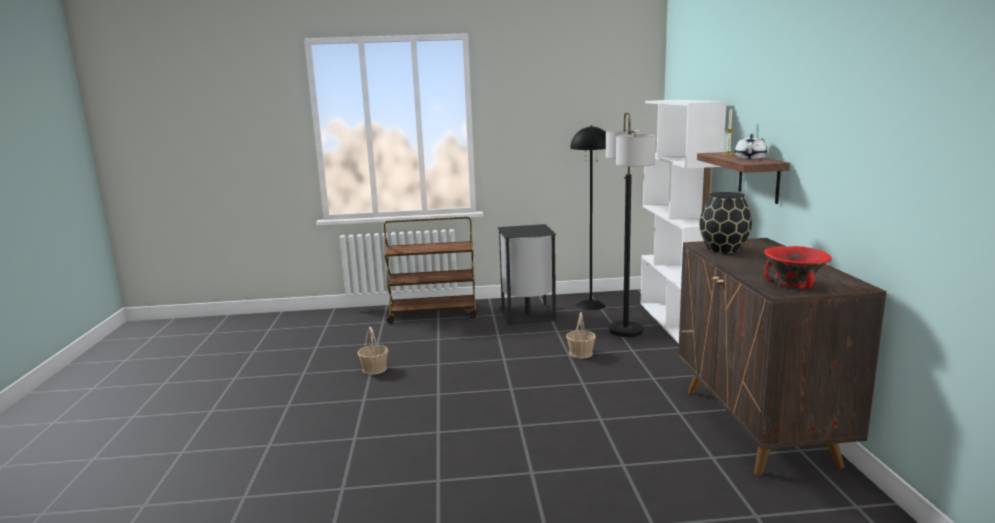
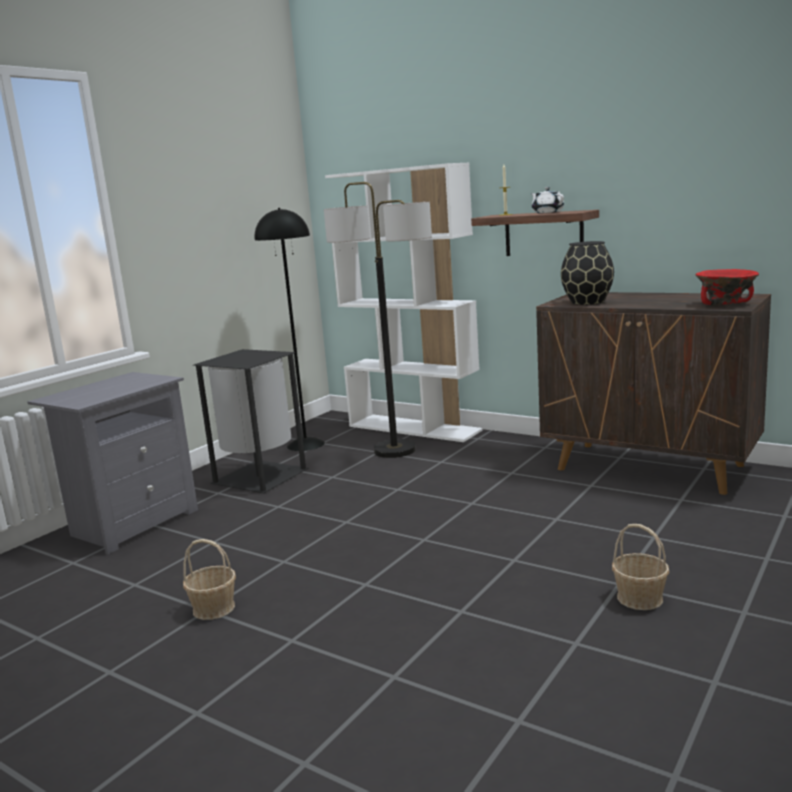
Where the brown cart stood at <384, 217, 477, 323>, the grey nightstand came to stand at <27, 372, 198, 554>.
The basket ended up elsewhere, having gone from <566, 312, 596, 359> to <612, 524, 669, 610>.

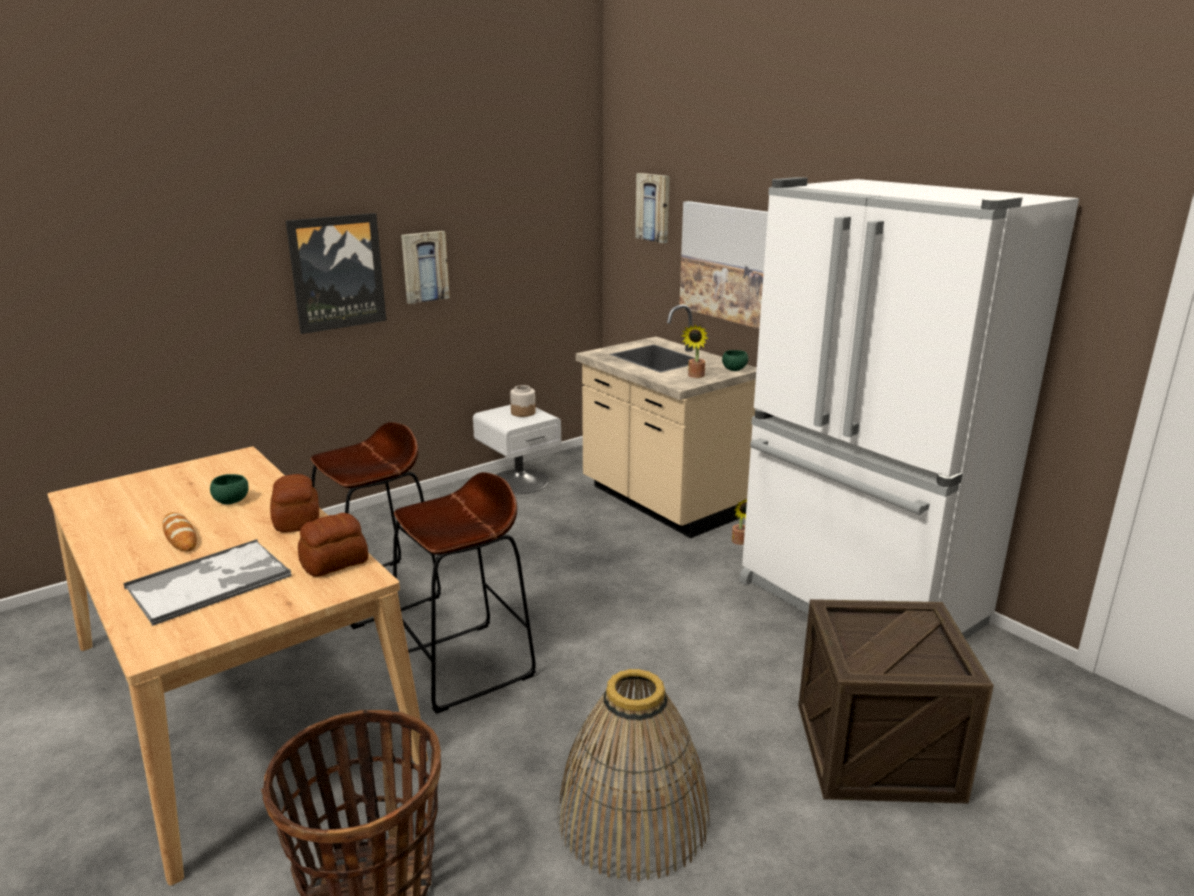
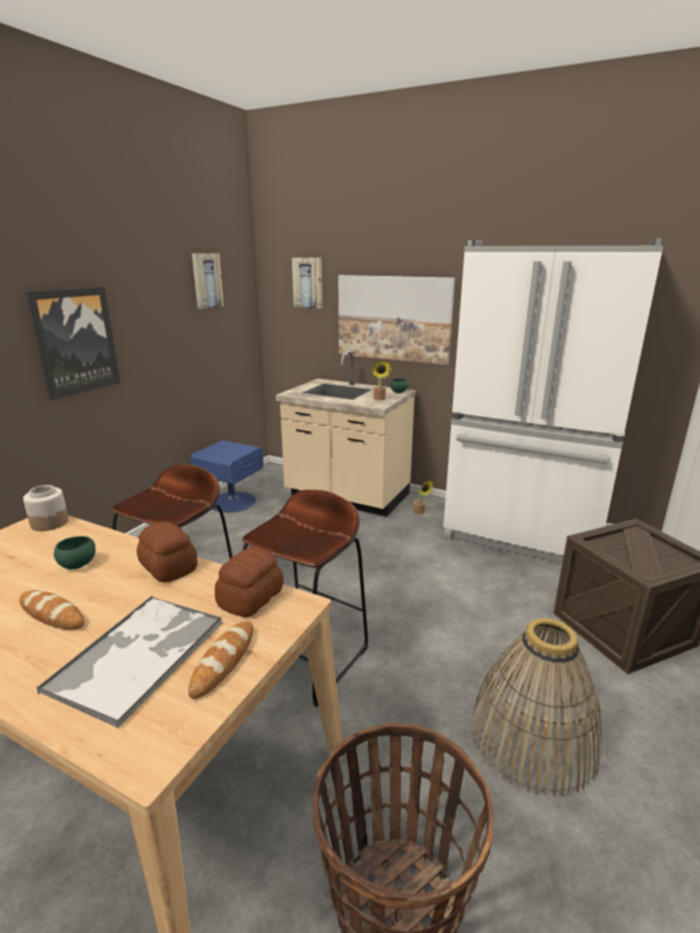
The picture ended up elsewhere, having gone from <401, 231, 450, 304> to <192, 253, 224, 309>.
The jar ended up elsewhere, having gone from <510, 385, 536, 417> to <23, 485, 69, 531>.
What was the white nightstand at <473, 405, 561, 494> turned into the blue nightstand at <191, 440, 264, 513>.
The second view gained the bread at <188, 621, 253, 699>.

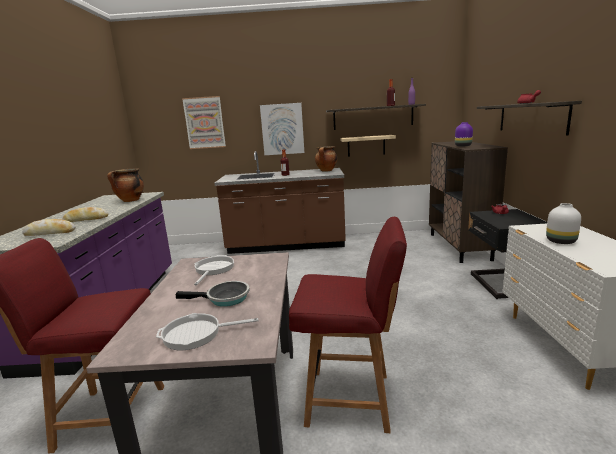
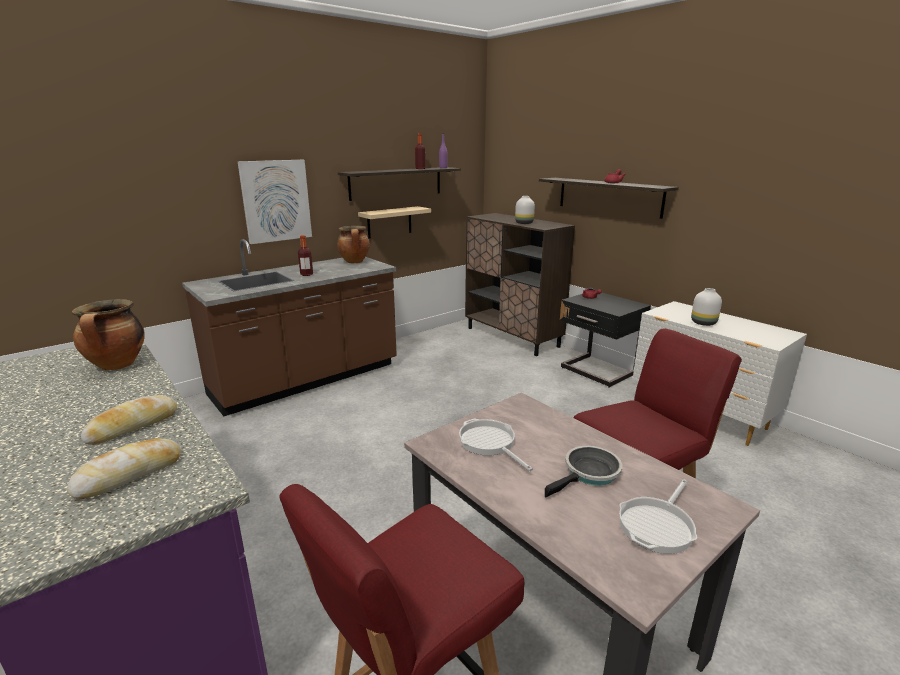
The second view lost the picture at <182, 96, 226, 149>.
What was the purple vase at <455, 122, 473, 147> turned into the white vase at <515, 196, 535, 224>.

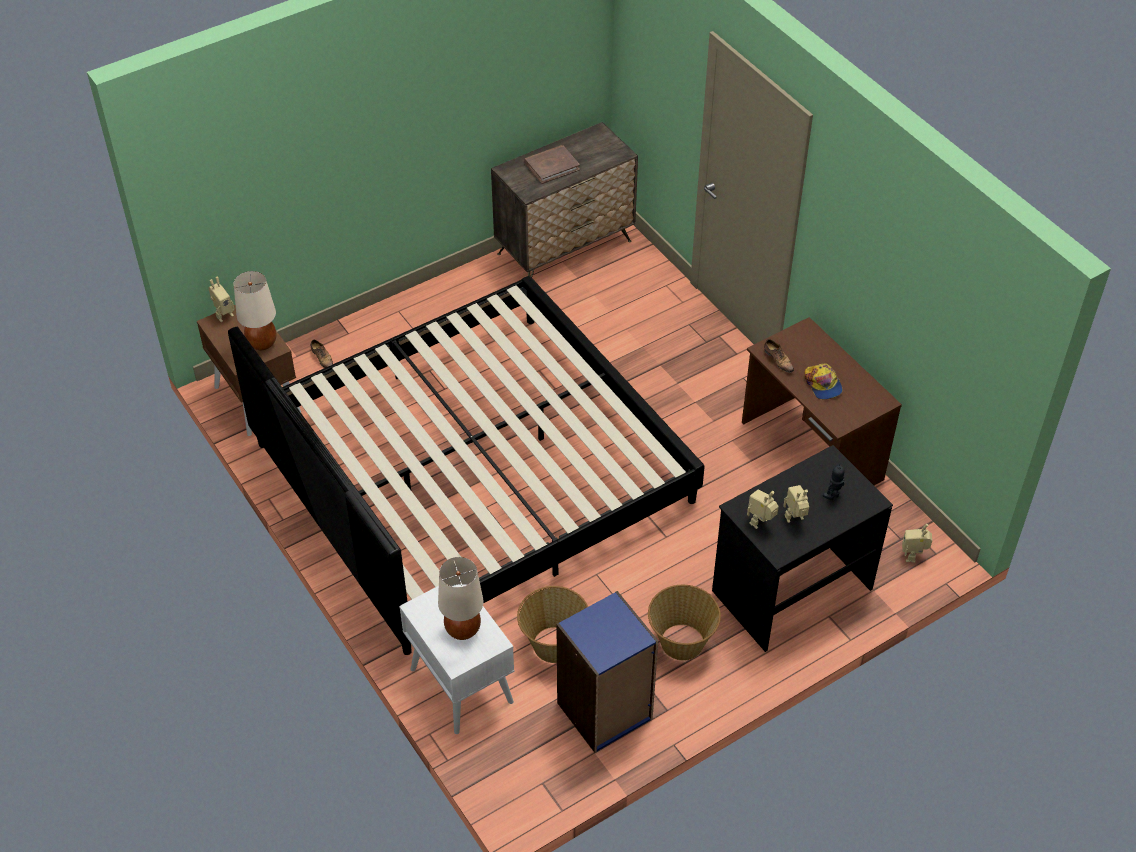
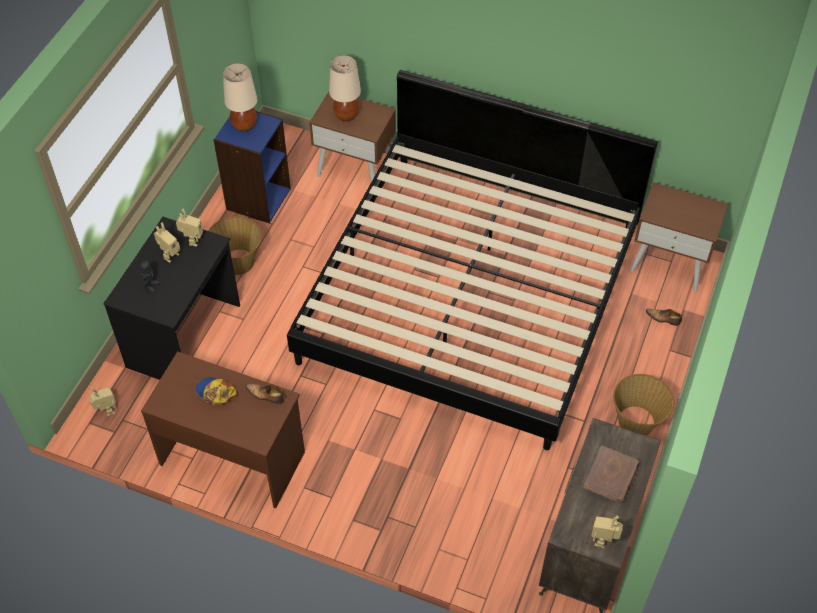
The beige table lamp ended up elsewhere, having gone from <234, 271, 277, 351> to <223, 63, 257, 131>.
The toy robot ended up elsewhere, having gone from <208, 277, 234, 322> to <591, 516, 623, 548>.
What was the white nightstand at <399, 584, 514, 734> turned into the brown nightstand at <309, 92, 396, 182>.
The basket ended up elsewhere, having gone from <517, 586, 588, 663> to <613, 374, 674, 435>.

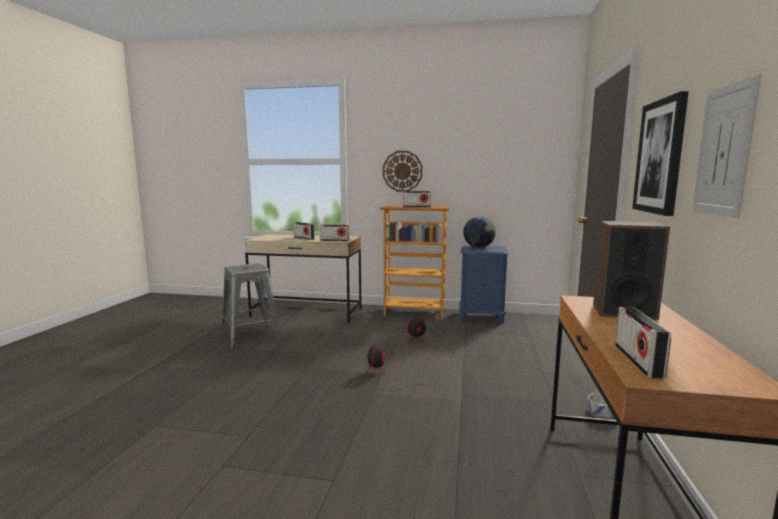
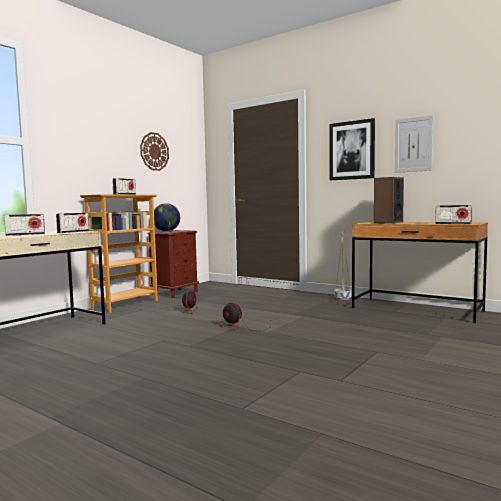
The wall clock ended up elsewhere, having gone from <383, 151, 423, 192> to <140, 132, 169, 171>.
What was the blue nightstand at <459, 246, 509, 324> turned into the brown nightstand at <148, 230, 199, 298>.
The second view lost the grey stool at <221, 263, 281, 349>.

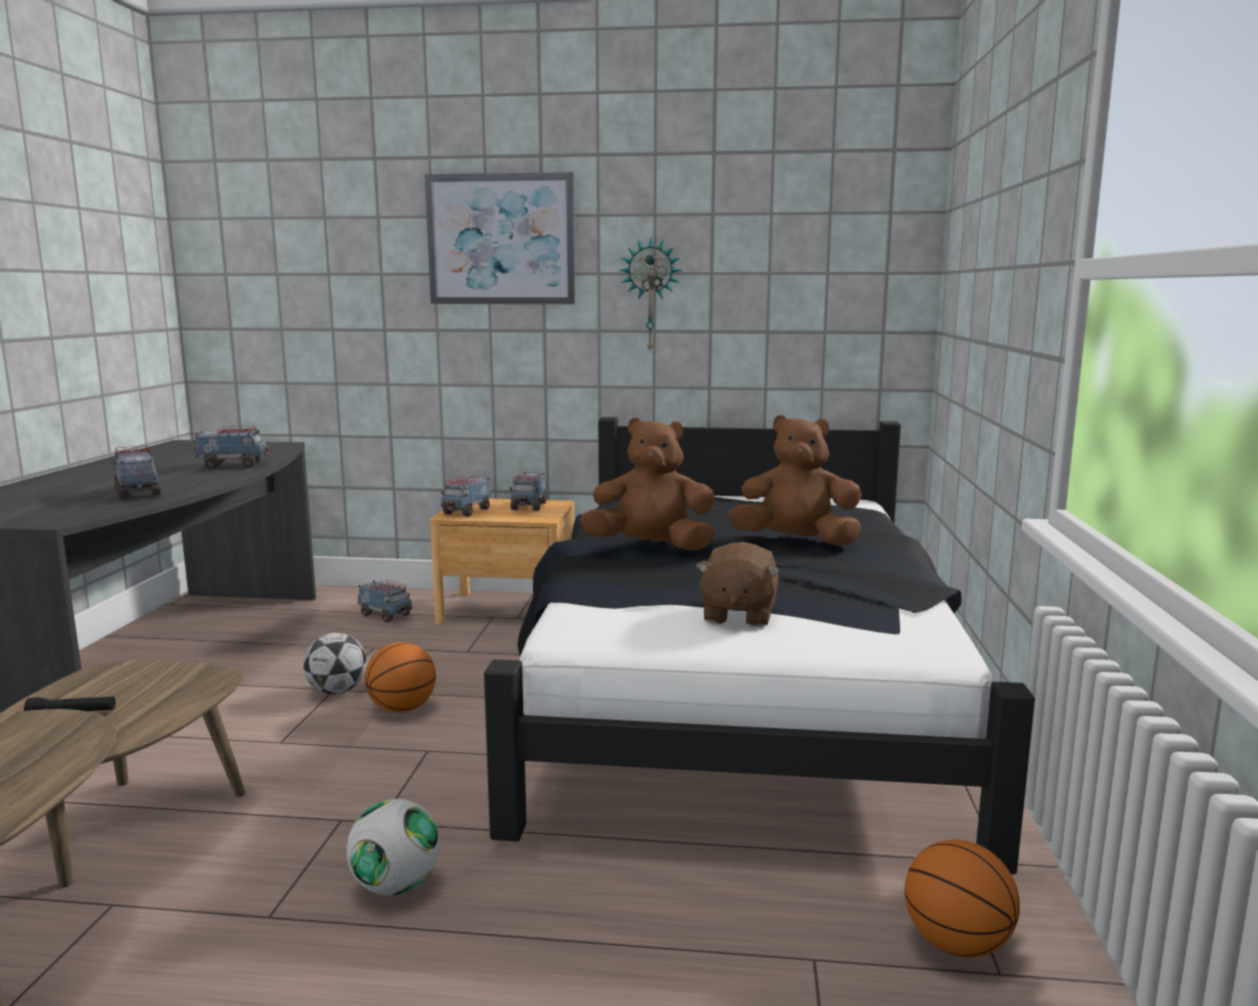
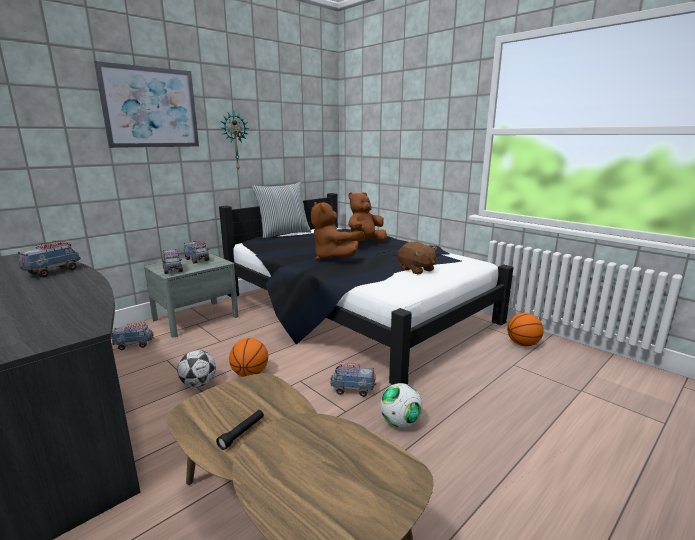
The brown plush toy at <580, 417, 715, 551> ended up facing another way, 75 degrees counterclockwise from before.
The toy truck ended up elsewhere, having gone from <111, 445, 161, 499> to <331, 363, 376, 397>.
What was the brown nightstand at <430, 499, 575, 624> turned into the grey nightstand at <144, 253, 239, 337>.
The second view gained the pillow at <252, 182, 311, 238>.

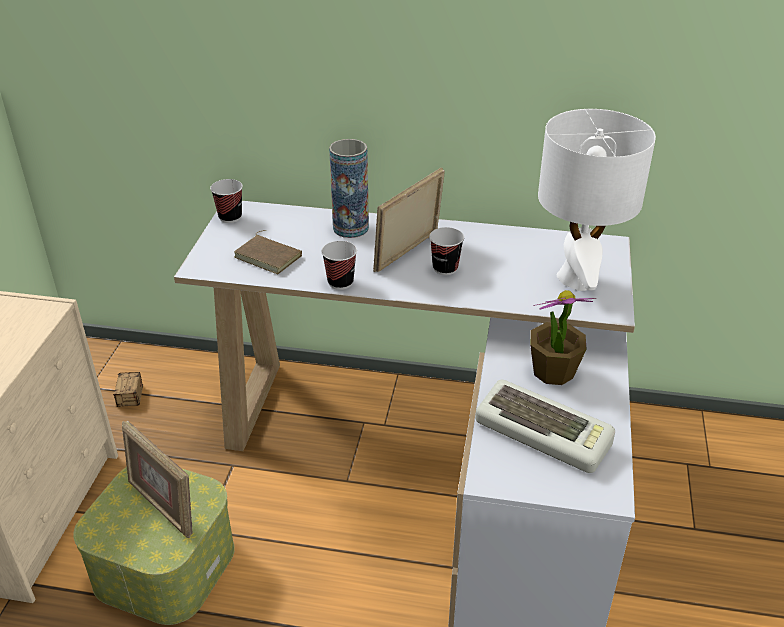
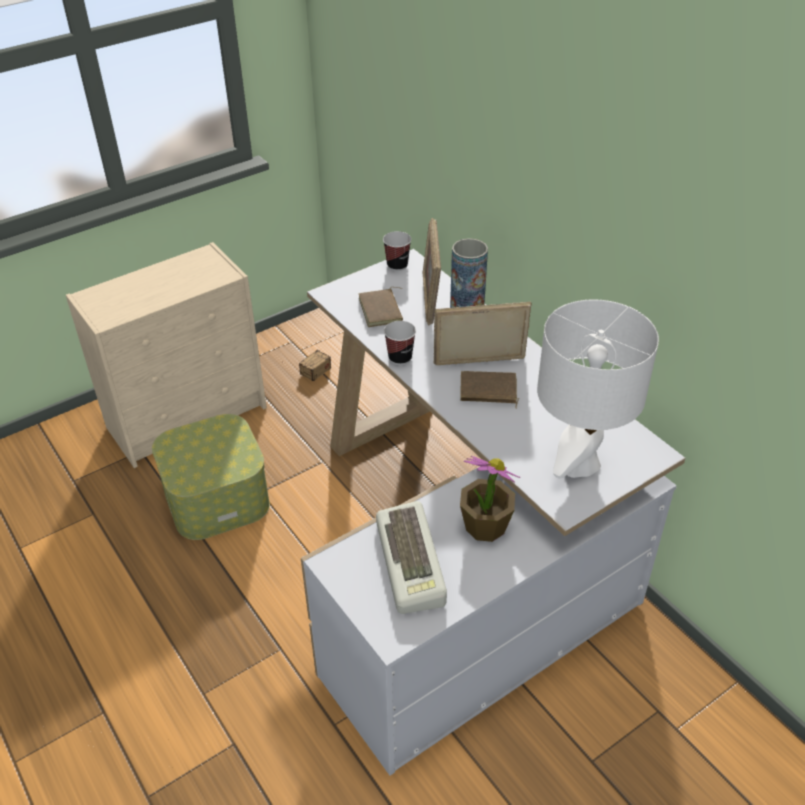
Where the cup stood at <429, 227, 464, 275>, the brown book came to stand at <460, 371, 519, 409>.
The picture frame ended up elsewhere, having gone from <122, 421, 193, 538> to <423, 218, 441, 325>.

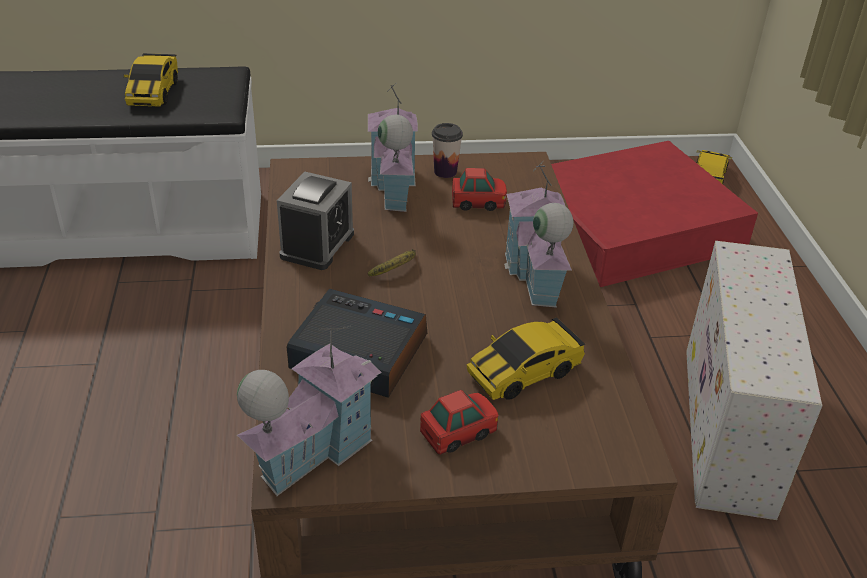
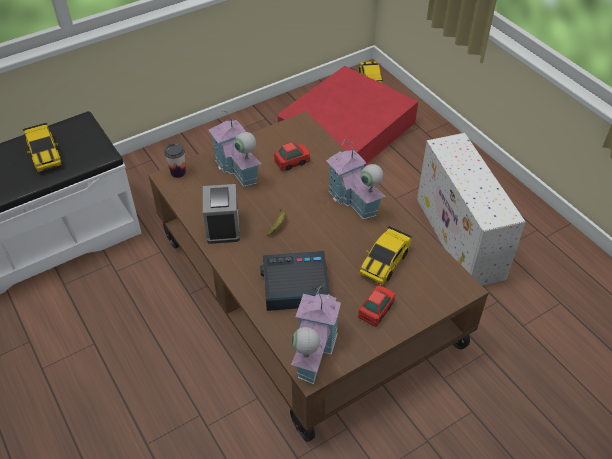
The cup ended up elsewhere, having gone from <432, 123, 463, 178> to <164, 143, 186, 178>.

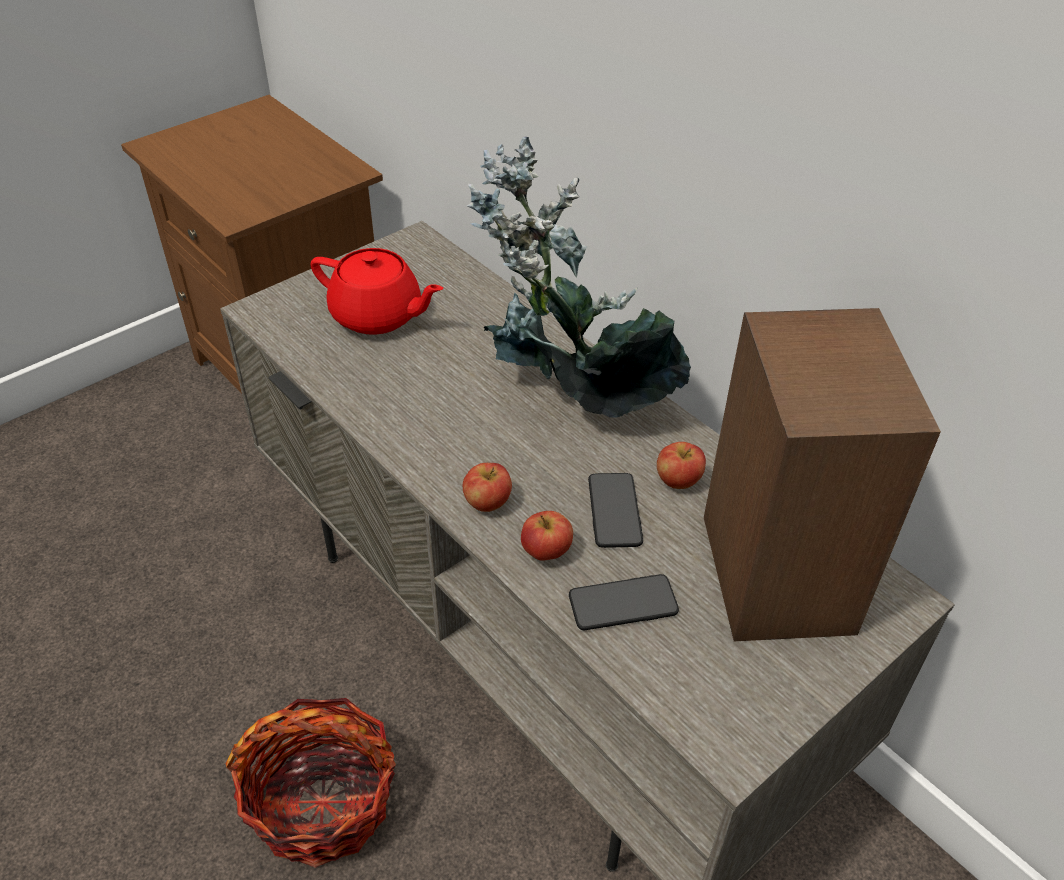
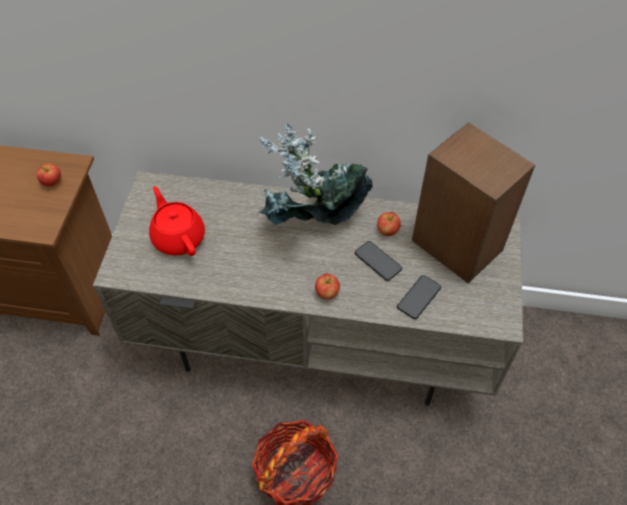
The red teapot at <311, 248, 443, 335> ended up facing another way, 105 degrees counterclockwise from before.
The apple ended up elsewhere, having gone from <521, 511, 573, 561> to <36, 163, 61, 187>.

